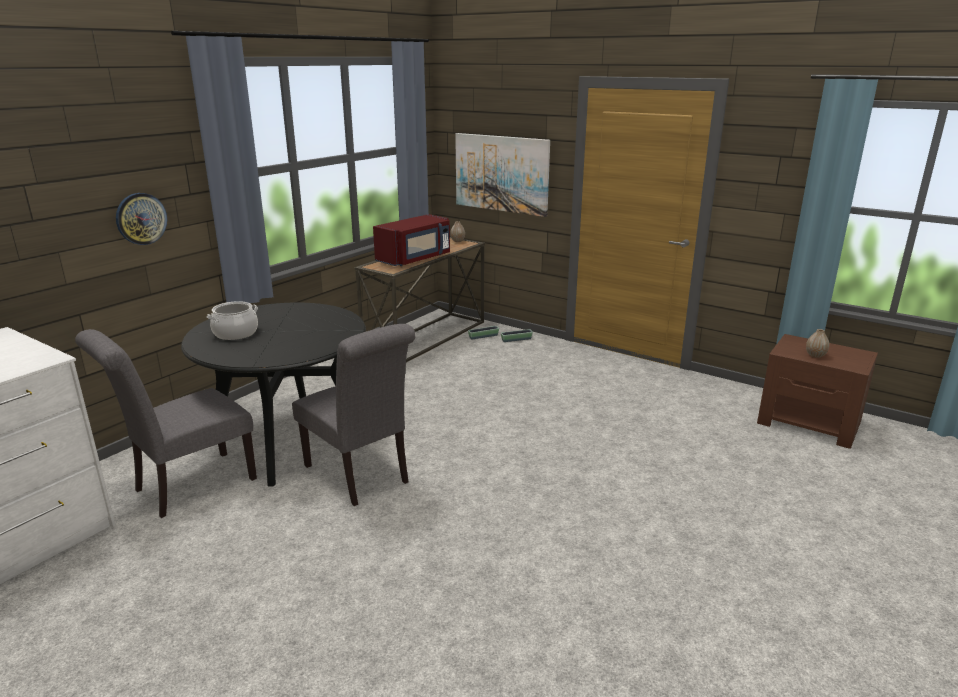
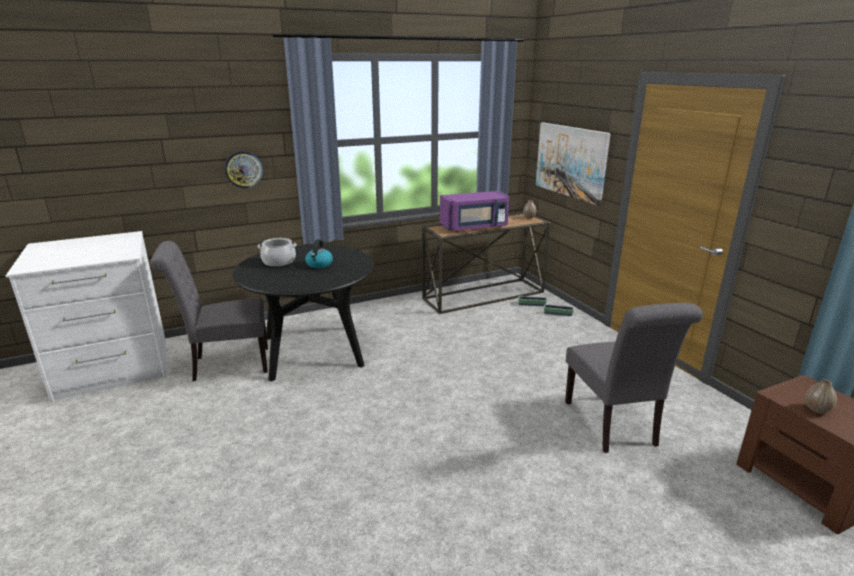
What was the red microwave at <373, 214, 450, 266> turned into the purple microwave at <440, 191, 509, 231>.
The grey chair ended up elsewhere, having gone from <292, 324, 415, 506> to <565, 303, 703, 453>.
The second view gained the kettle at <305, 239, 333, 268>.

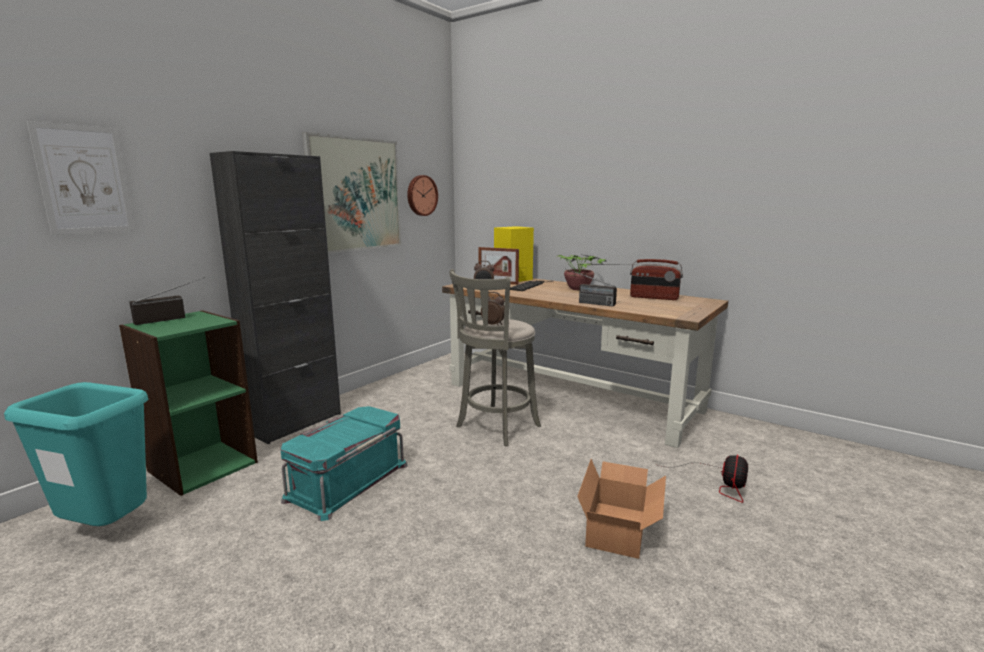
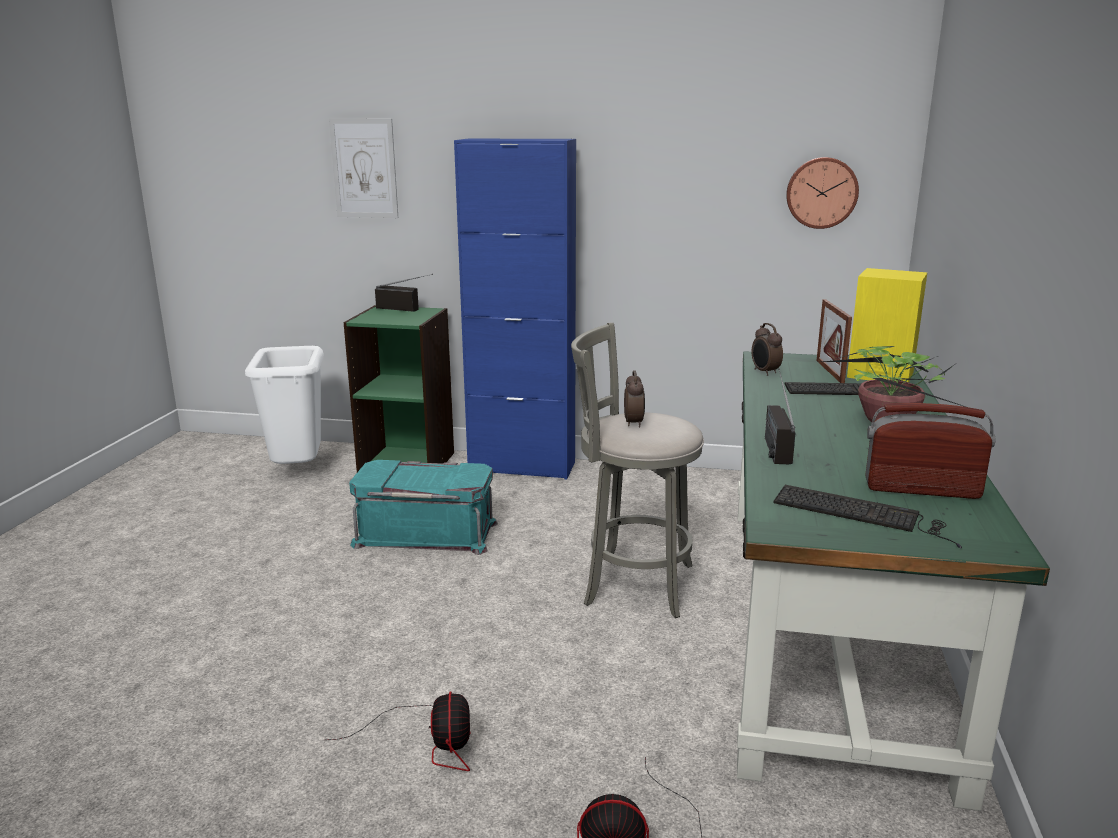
The second view lost the picture at <302, 132, 401, 254>.
What was the black cabinet at <210, 151, 341, 444> turned into the blue cabinet at <454, 138, 576, 480>.
The radio at <630, 259, 683, 300> ended up facing another way, 105 degrees clockwise from before.
What was the brown desk at <442, 278, 728, 448> turned into the green desk at <737, 351, 1050, 811>.
What was the turquoise trash can at <4, 382, 148, 526> turned into the white trash can at <245, 346, 324, 464>.
Where the cardboard box stood at <577, 459, 666, 559>, the fan came to stand at <327, 692, 471, 771>.
The second view gained the keyboard at <773, 485, 962, 548>.

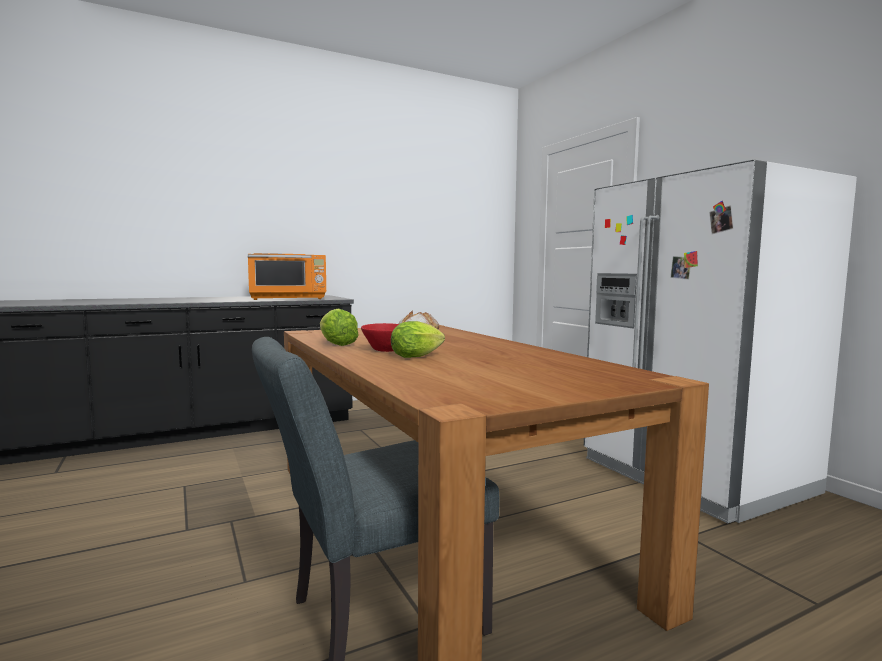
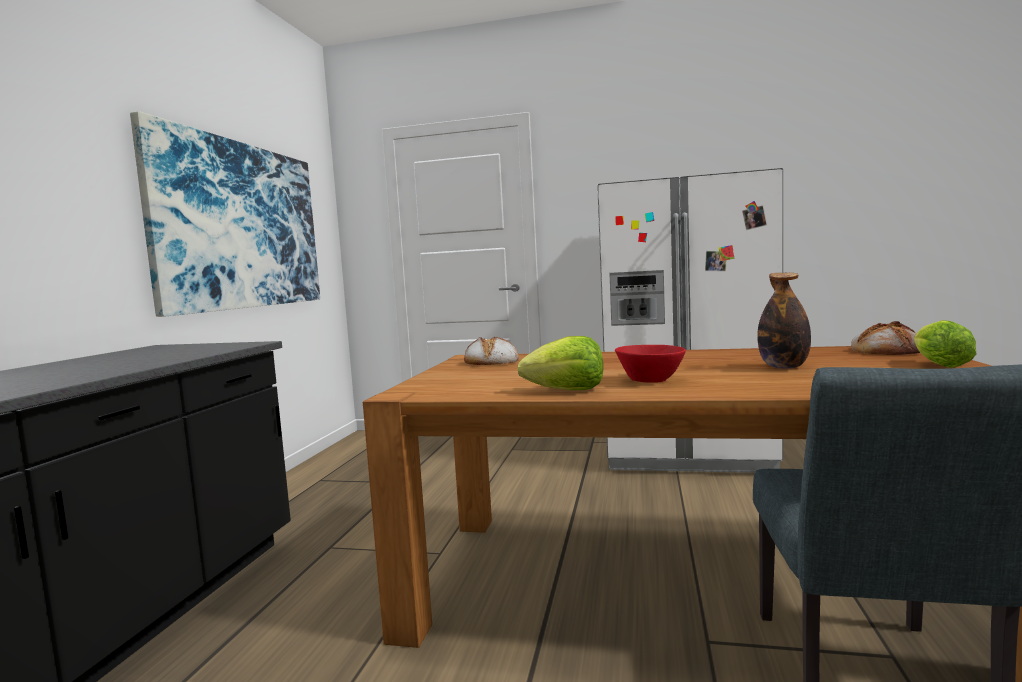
The second view lost the orange microwave at <248, 253, 326, 300>.
The lettuce ended up elsewhere, having gone from <391, 321, 445, 358> to <914, 320, 976, 368>.
The second view gained the picture at <130, 111, 320, 317>.
The second view gained the bottle at <757, 273, 811, 369>.
The second view gained the bread at <851, 321, 920, 355>.

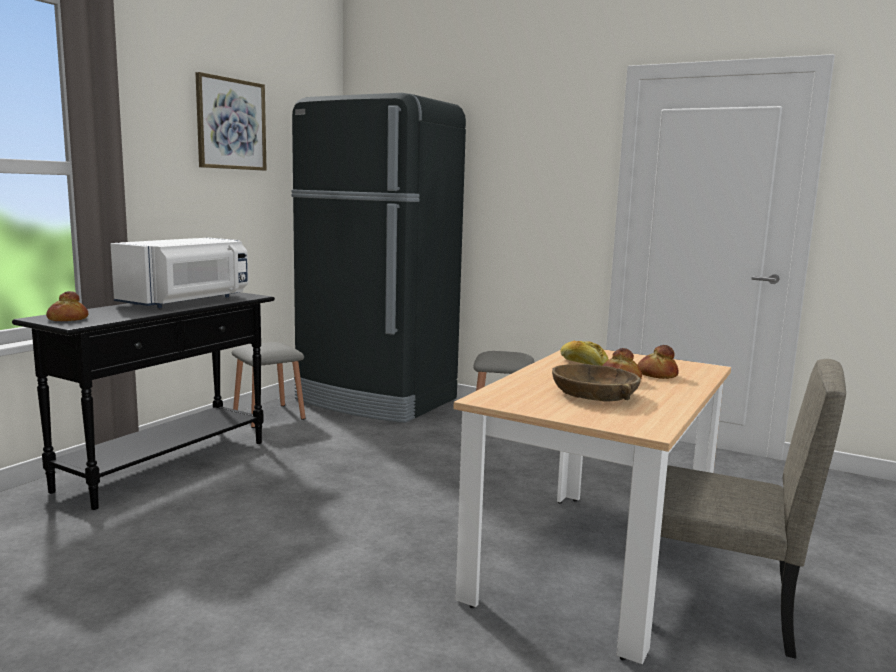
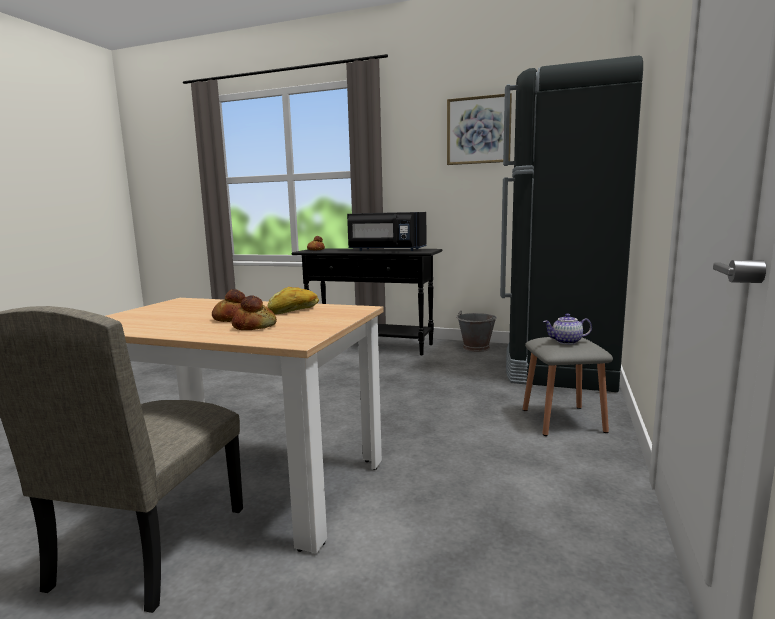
What was the white microwave at <110, 238, 248, 308> turned into the black microwave at <347, 212, 427, 251>.
Where the grey stool stood at <232, 342, 306, 428>, the grey bucket came to stand at <456, 311, 497, 352>.
The second view lost the brown bowl at <552, 364, 641, 402>.
The second view gained the teapot at <543, 314, 592, 344>.

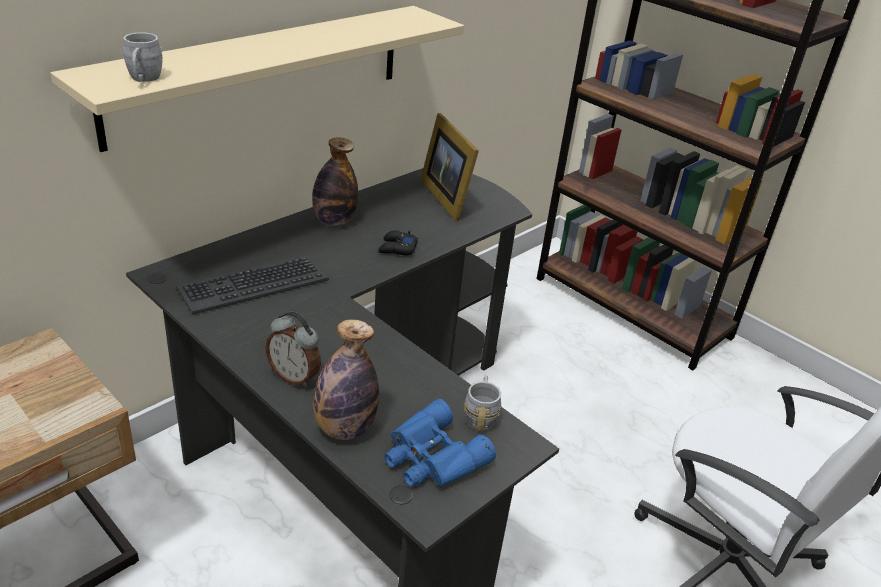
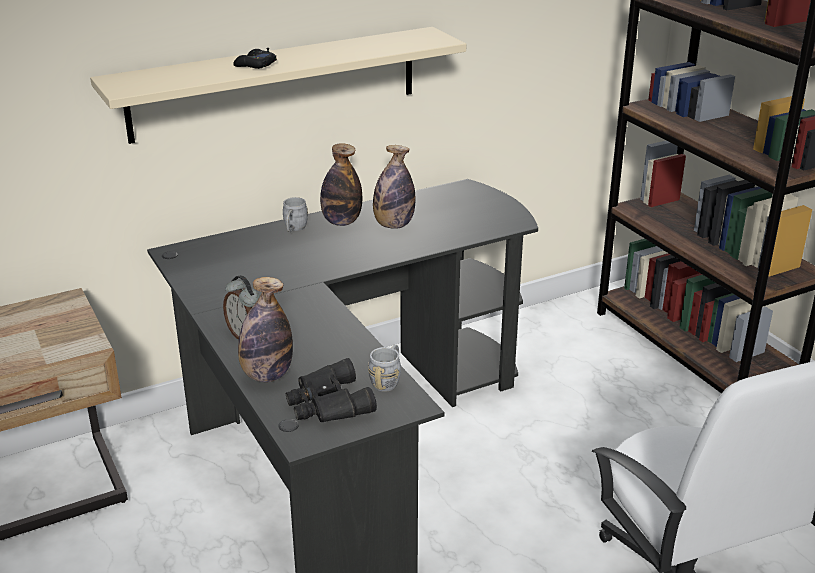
The grey mug ended up elsewhere, having gone from <123, 32, 163, 82> to <283, 197, 308, 232>.
The second view lost the picture frame at <421, 113, 479, 221>.
The black game controller ended up elsewhere, having gone from <378, 230, 418, 255> to <233, 48, 277, 69>.
The second view lost the keyboard at <176, 255, 329, 315>.
What was the blue binoculars at <385, 399, 496, 487> turned into the black binoculars at <286, 358, 377, 422>.
The second view gained the bottle at <373, 145, 415, 229>.

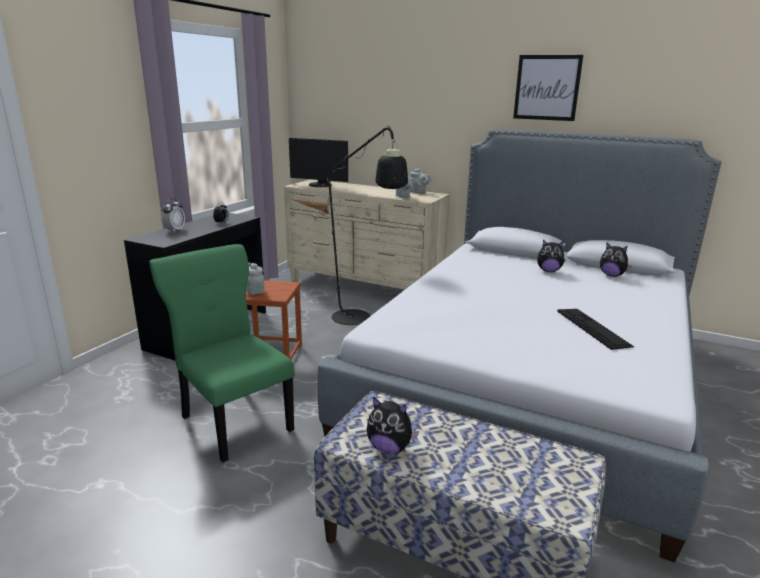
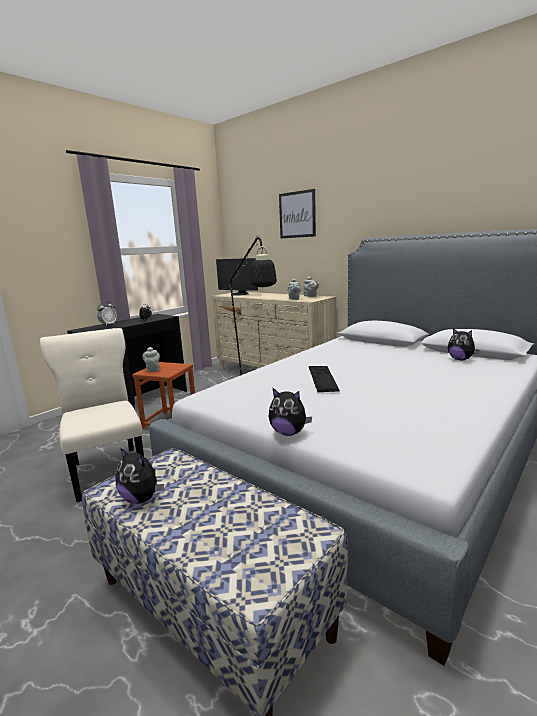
The picture ended up elsewhere, having gone from <513, 55, 583, 121> to <279, 189, 316, 238>.
The plush toy ended up elsewhere, having gone from <537, 240, 566, 272> to <268, 387, 312, 436>.
What was the green chair at <149, 244, 295, 462> turned into the beige chair at <40, 328, 144, 502>.
The keyboard ended up elsewhere, having gone from <557, 309, 634, 350> to <309, 366, 340, 392>.

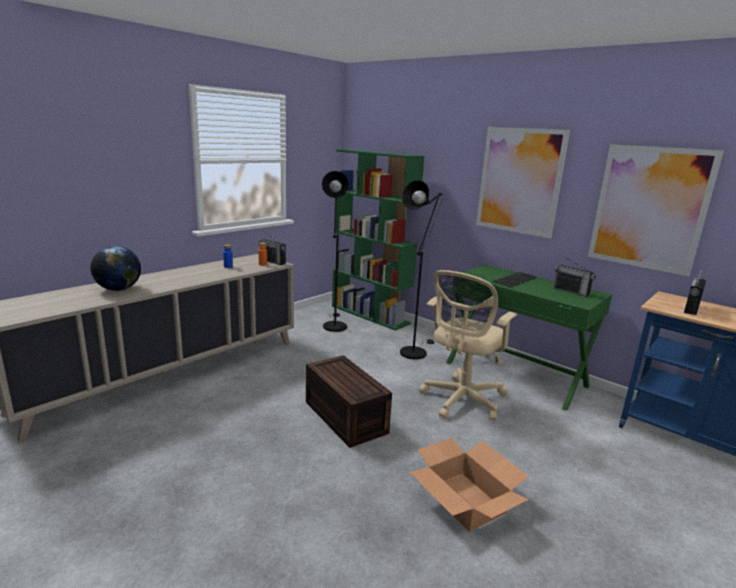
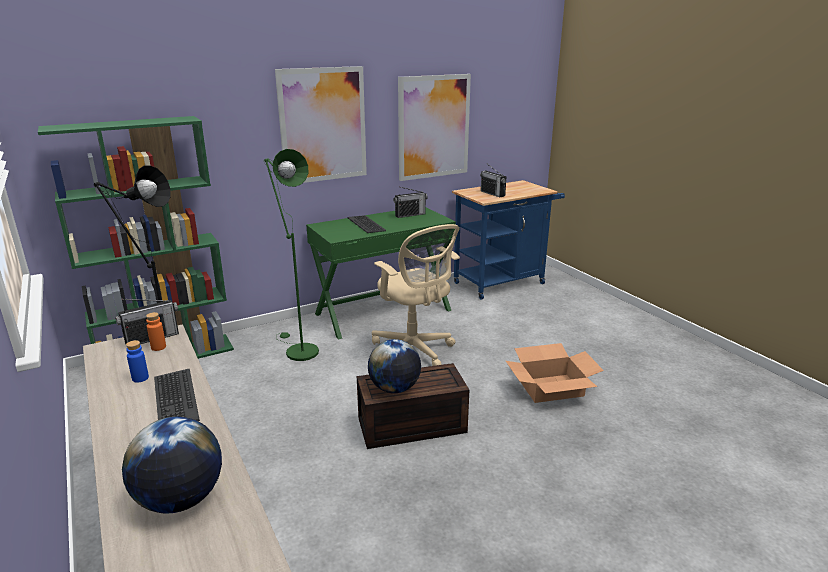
What was the black floor lamp at <400, 180, 444, 360> turned into the green floor lamp at <264, 149, 319, 361>.
The second view gained the globe at <368, 339, 421, 393>.
The second view gained the keyboard at <154, 369, 200, 421>.

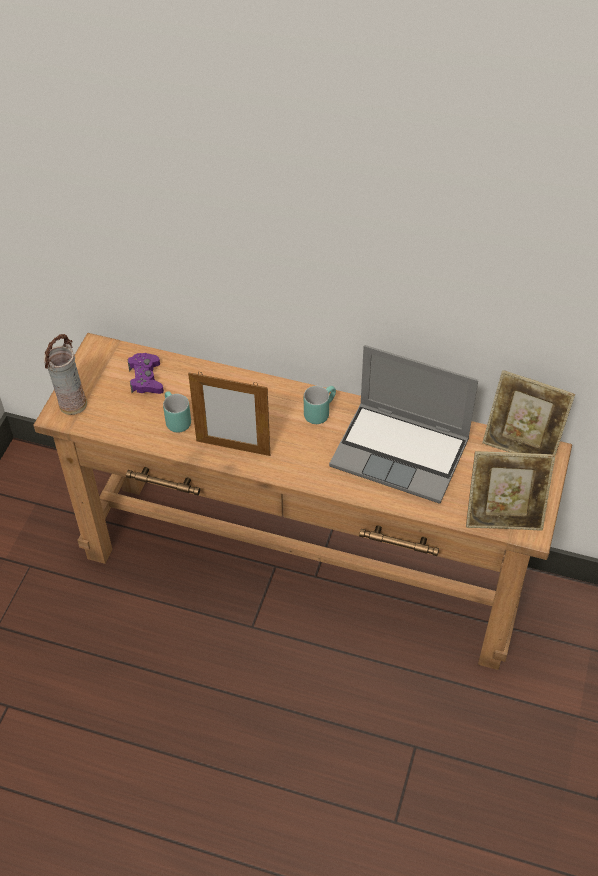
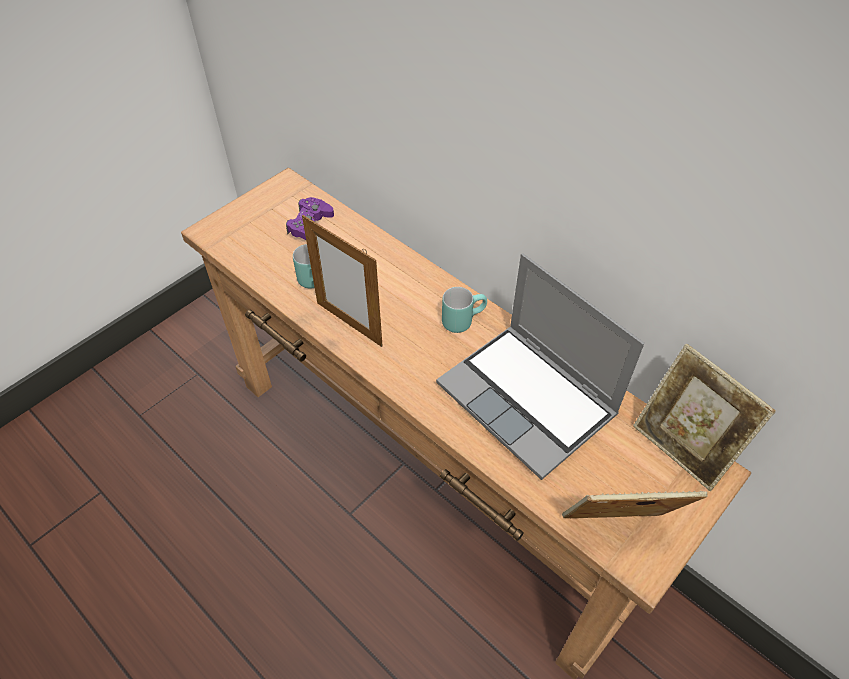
The second view lost the vase at <44, 334, 87, 415>.
The picture frame at <466, 451, 555, 531> ended up facing another way, 150 degrees clockwise from before.

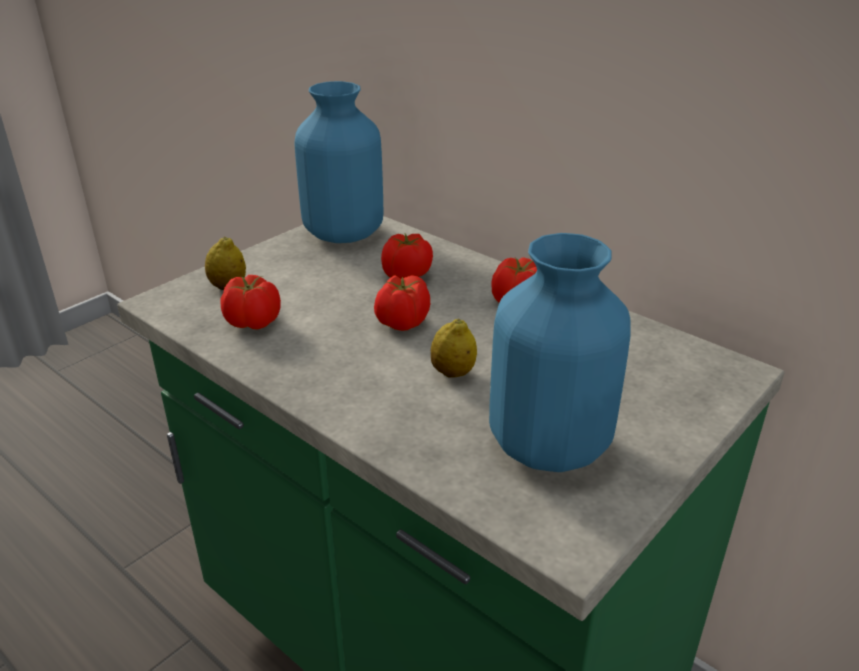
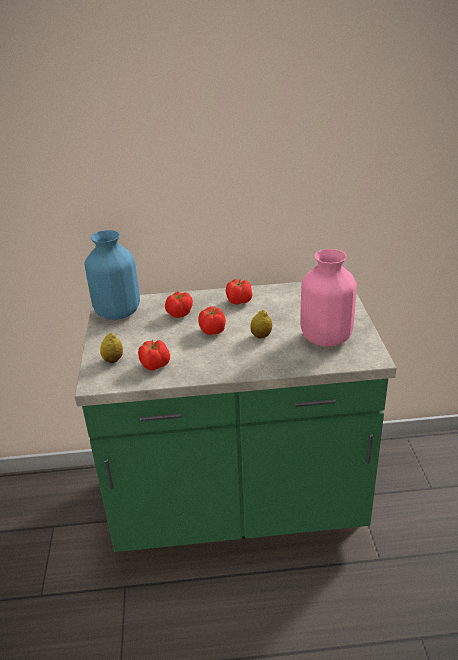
What was the blue vase at <489, 233, 631, 472> turned into the pink vase at <300, 249, 357, 347>.

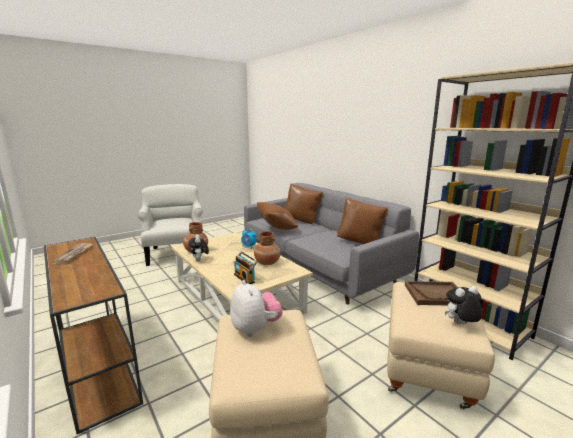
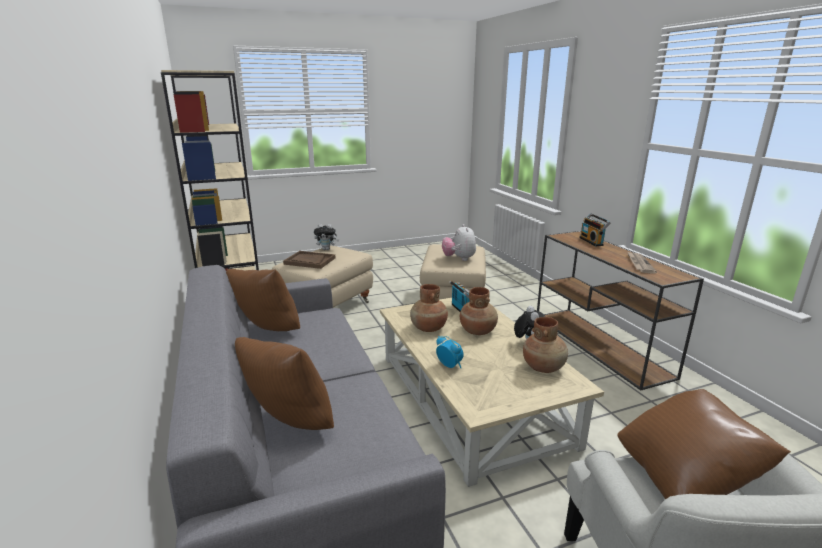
The brown pillow ended up elsewhere, having gone from <257, 202, 298, 230> to <617, 389, 791, 499>.
The second view gained the radio at <579, 214, 610, 246>.
The second view gained the brown vase at <460, 287, 498, 335>.

